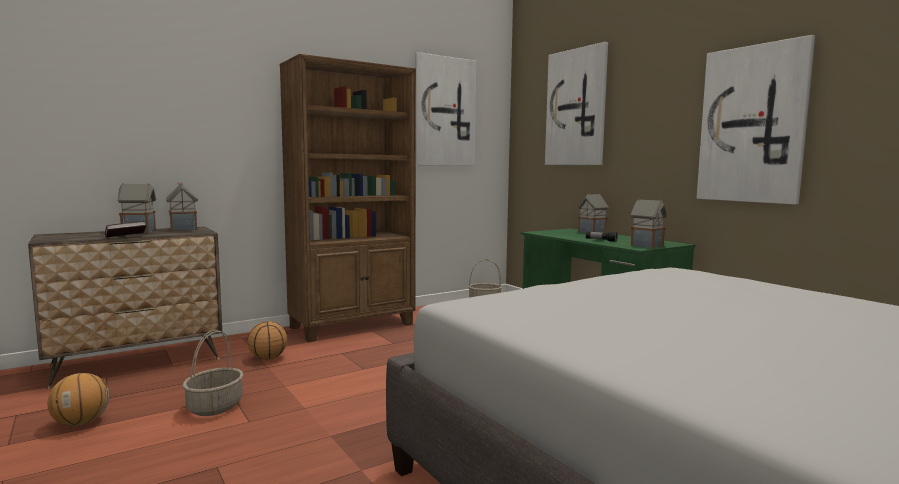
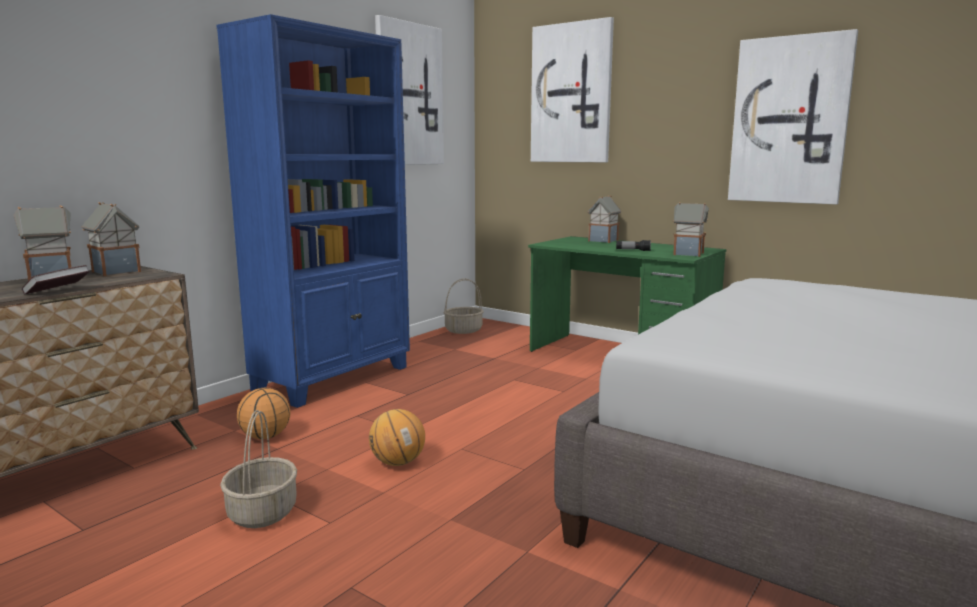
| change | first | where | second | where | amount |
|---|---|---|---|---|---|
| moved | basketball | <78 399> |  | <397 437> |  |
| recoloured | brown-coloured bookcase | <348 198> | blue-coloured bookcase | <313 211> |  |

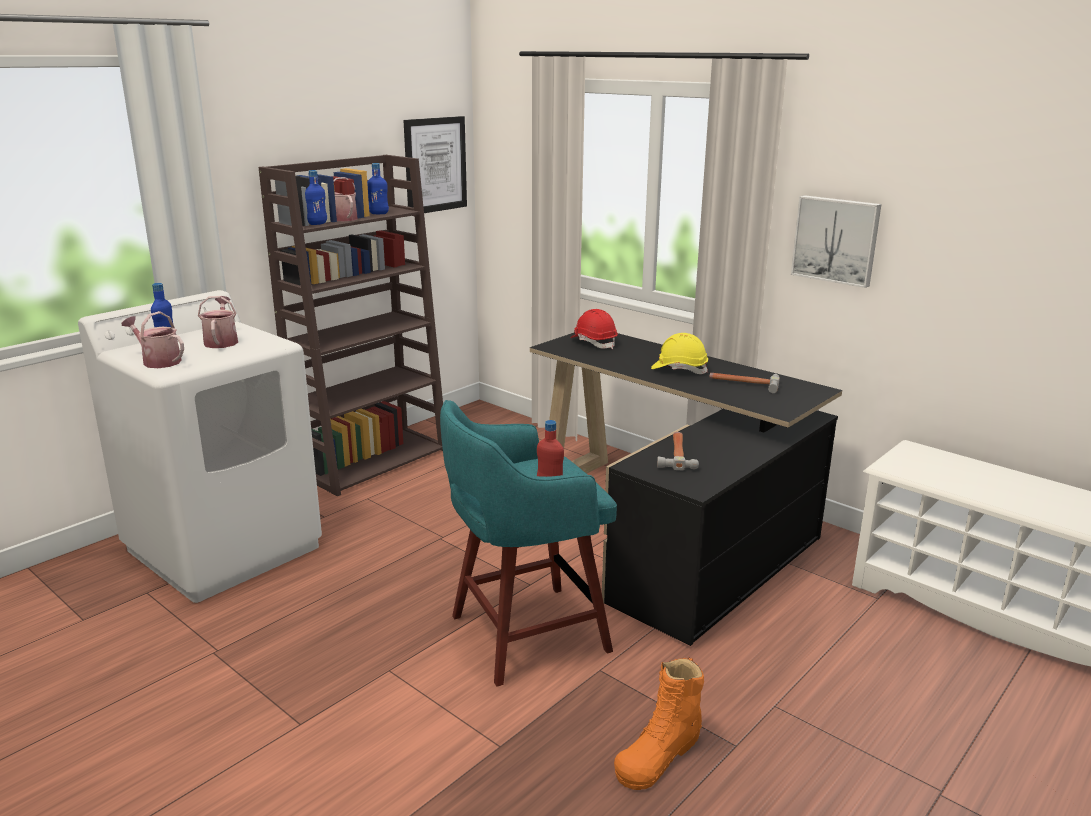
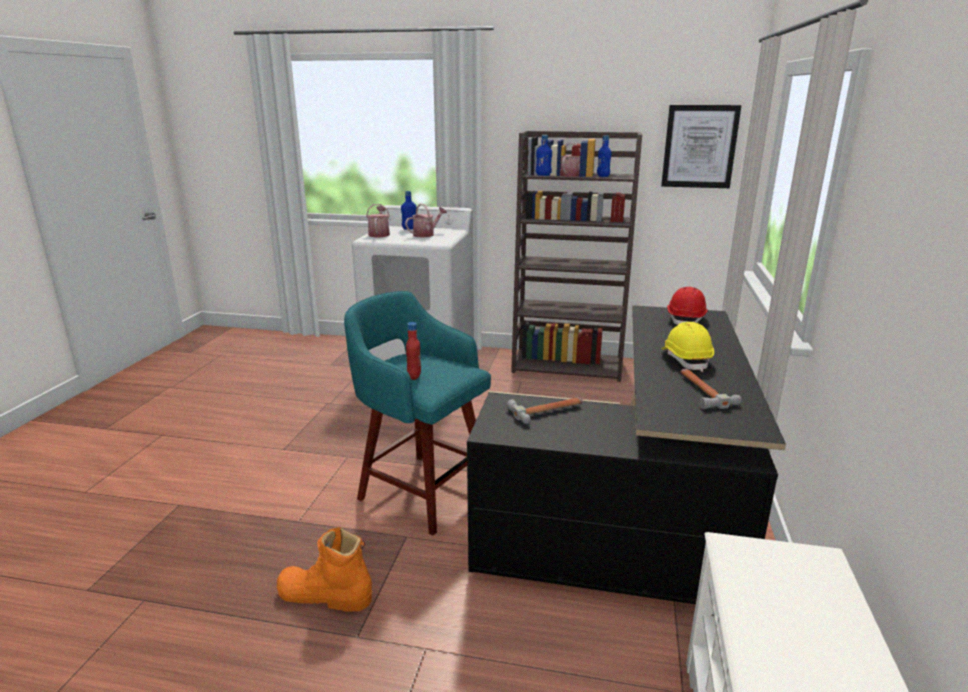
| change | first | where | second | where | amount |
|---|---|---|---|---|---|
| removed | wall picture | <836 241> |  |  |  |

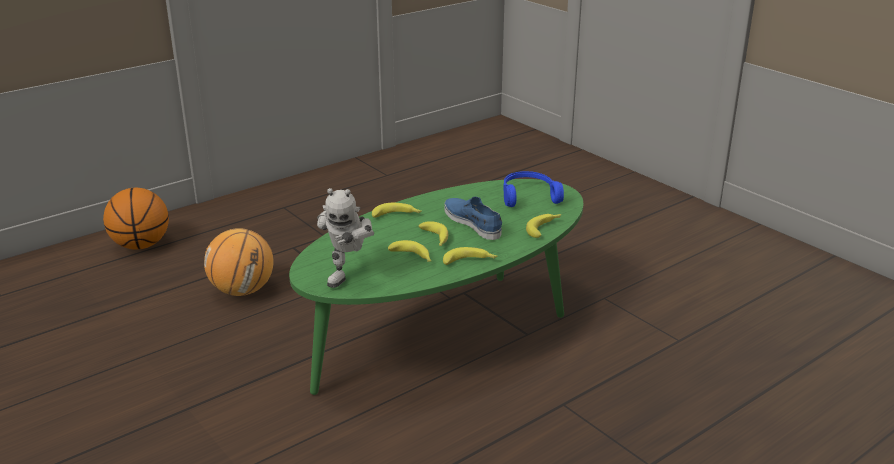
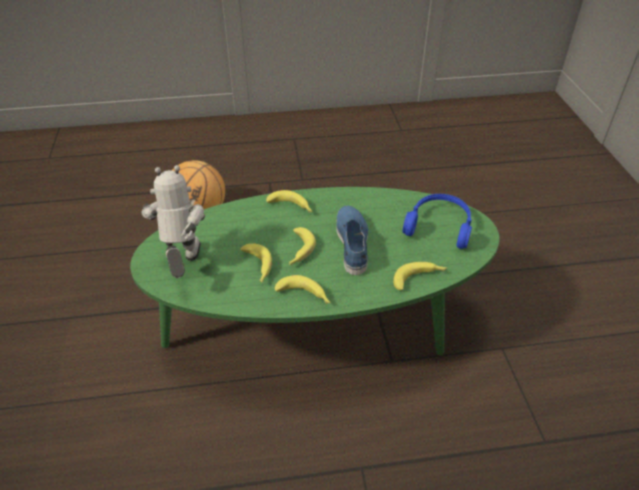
| change | first | where | second | where | amount |
|---|---|---|---|---|---|
| removed | basketball | <136 219> |  |  |  |
| turned | robot figure | <345 238> |  | <173 221> | 135 degrees clockwise |

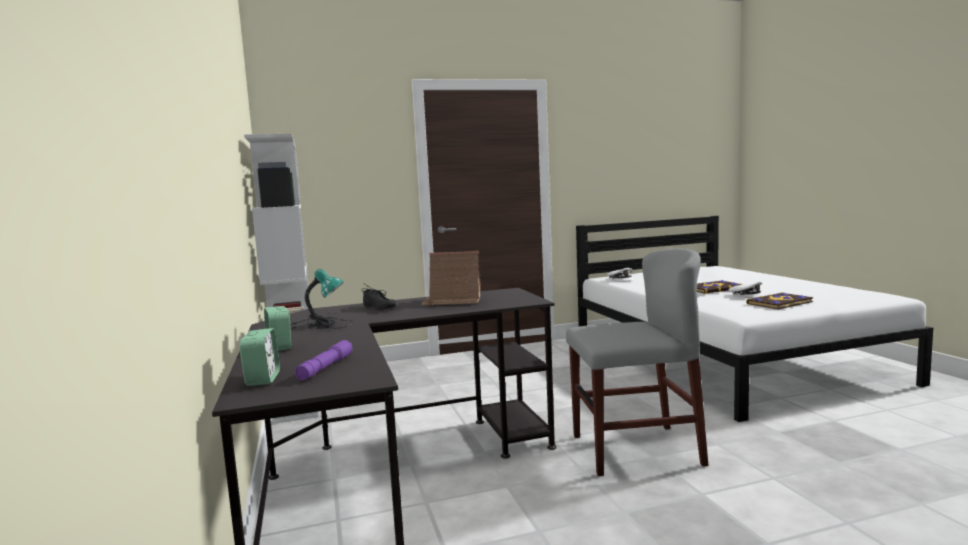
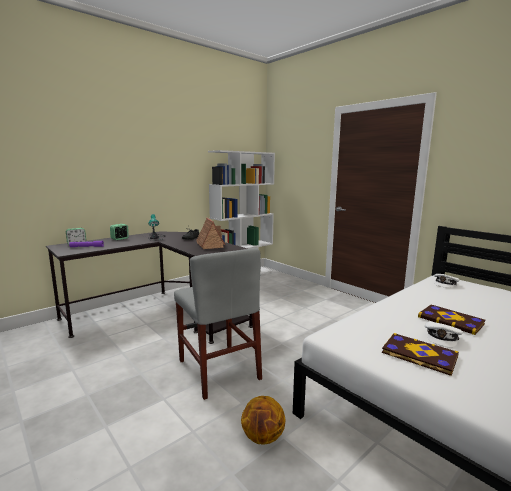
| change | first | where | second | where | amount |
|---|---|---|---|---|---|
| added |  |  | basketball | <263 420> |  |

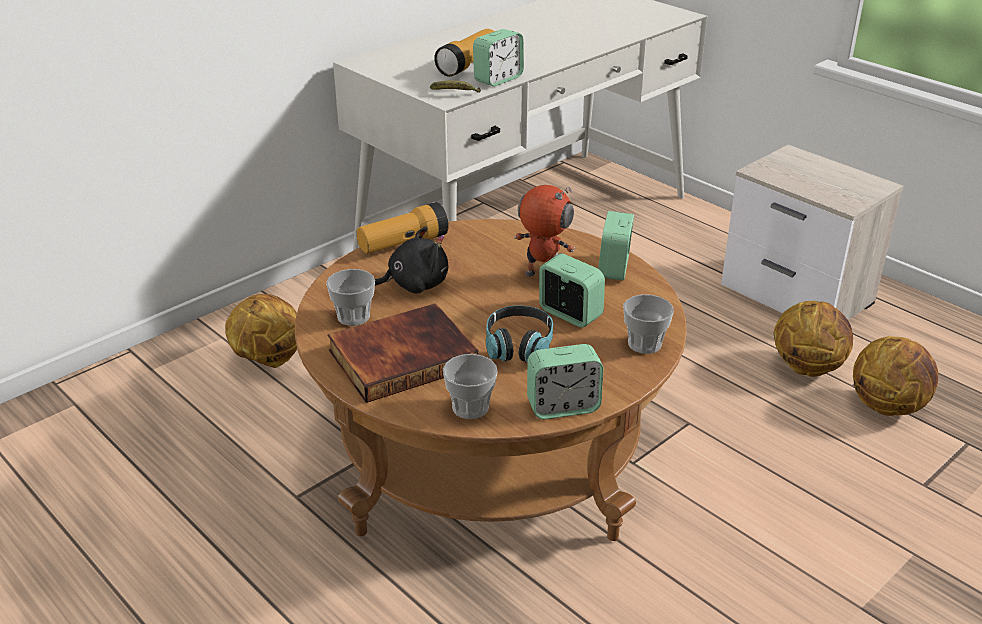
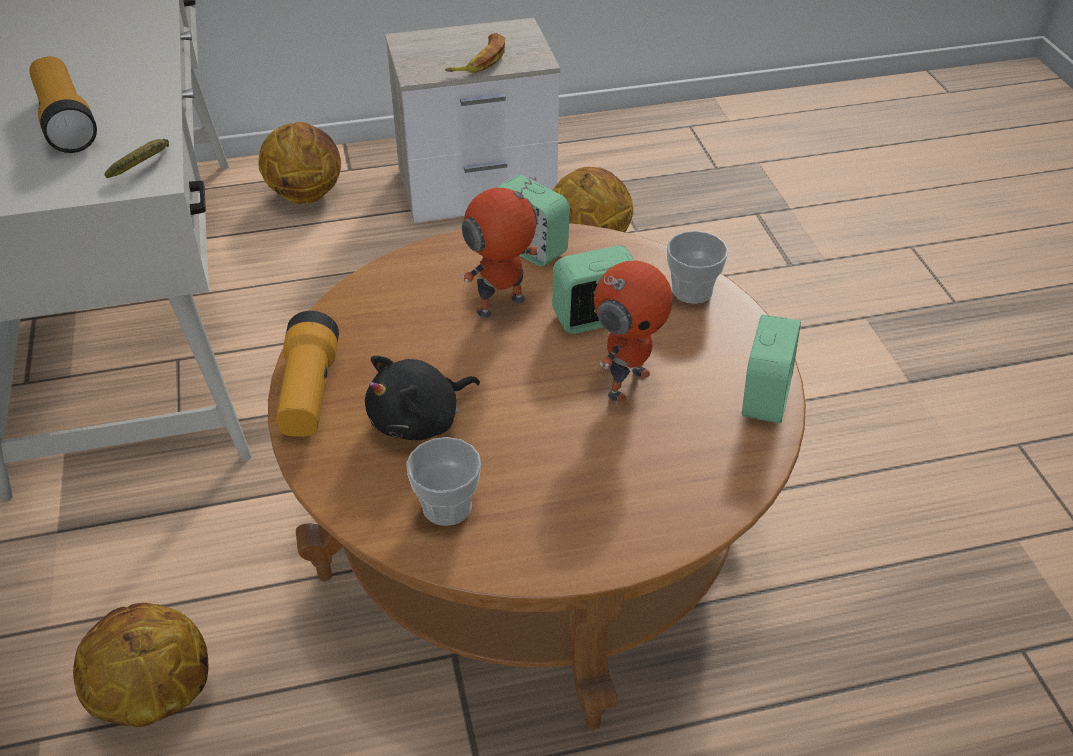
| change | first | where | second | where | amount |
|---|---|---|---|---|---|
| removed | volume | <402 353> |  |  |  |
| turned | black-coloured plush toy | <411 260> |  | <422 398> | 135 degrees counterclockwise |
| removed | small cup | <470 386> |  |  |  |
| removed | bedside clock | <498 57> |  |  |  |
| replaced | headphones | <519 334> | robot figure | <633 332> |  |
| moved | basketball | <896 376> |  | <299 163> |  |
| added |  |  | banana | <475 53> |  |

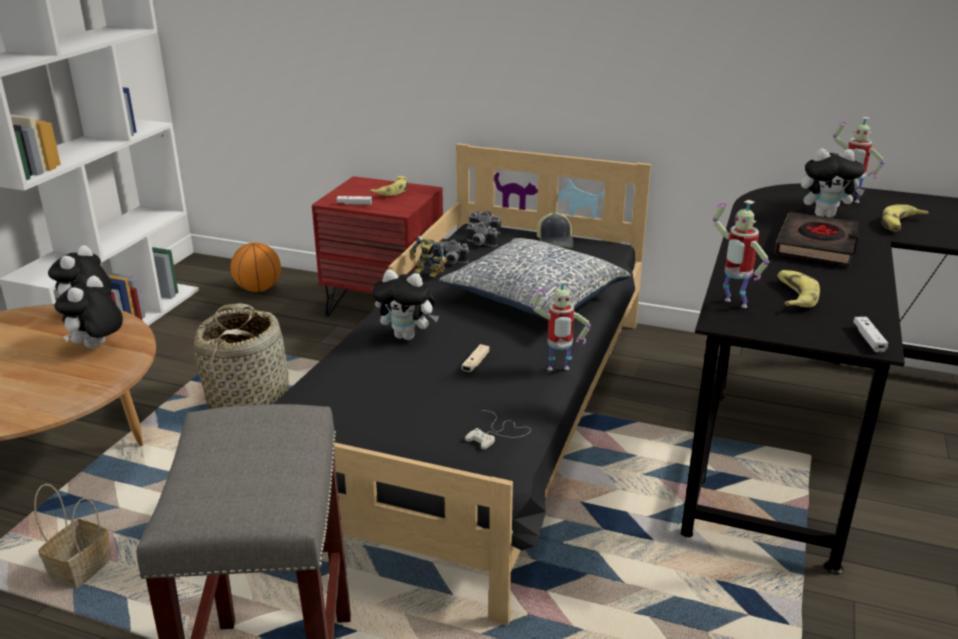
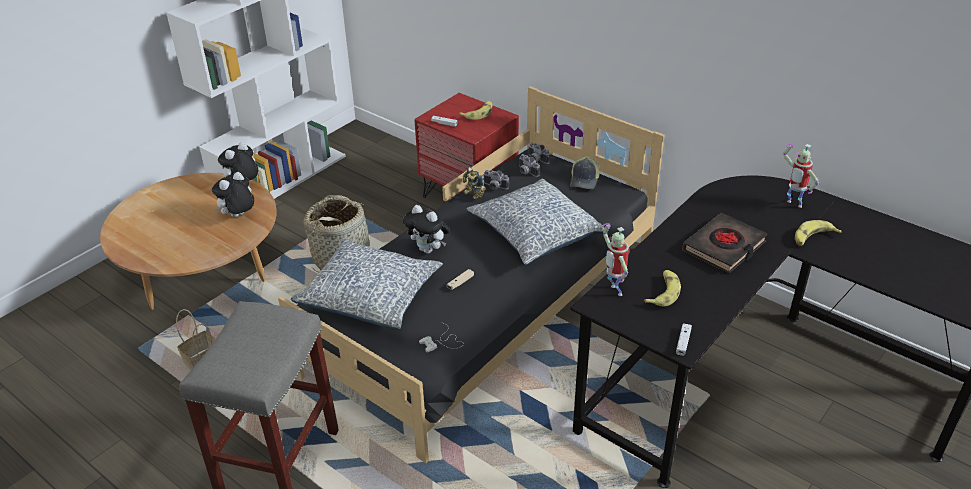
| change | first | where | second | where | amount |
|---|---|---|---|---|---|
| removed | basketball | <255 267> |  |  |  |
| removed | robot figure | <561 325> |  |  |  |
| removed | plush toy | <833 183> |  |  |  |
| added |  |  | pillow | <367 283> |  |

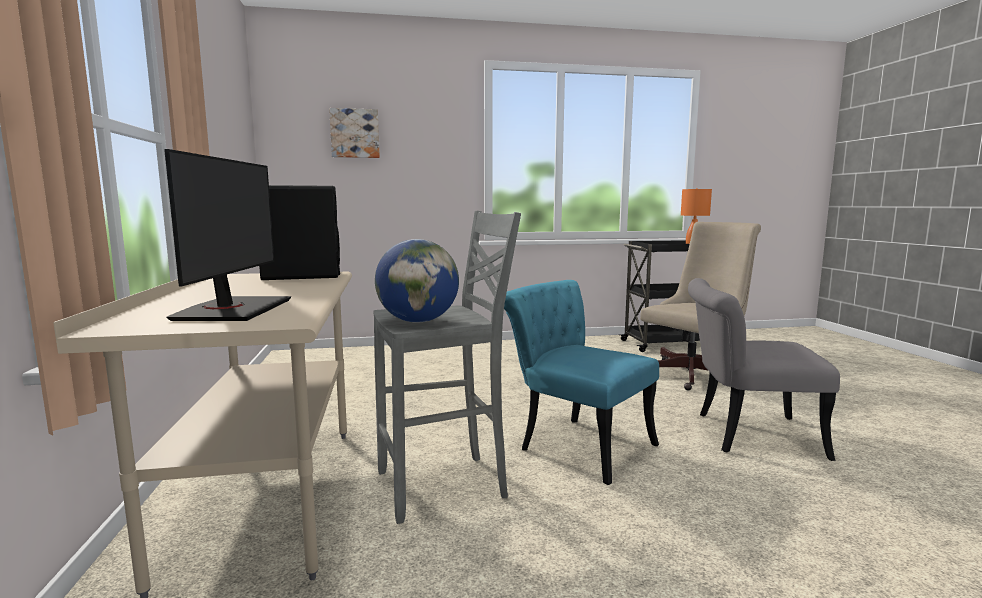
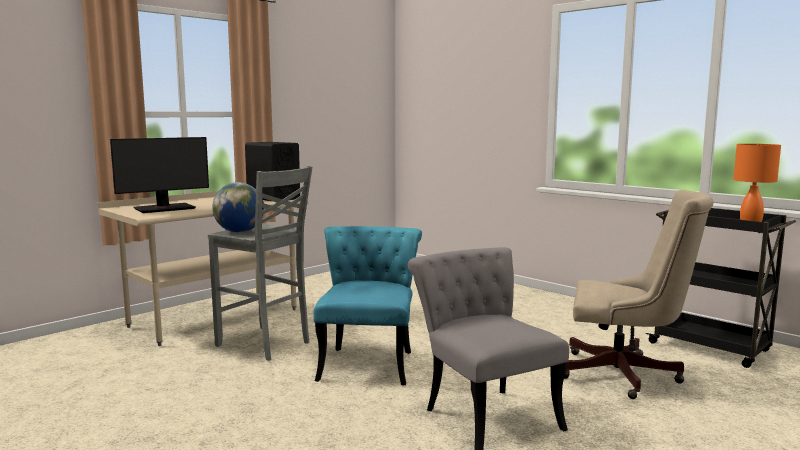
| change | first | where | second | where | amount |
|---|---|---|---|---|---|
| removed | wall picture | <354 133> |  |  |  |

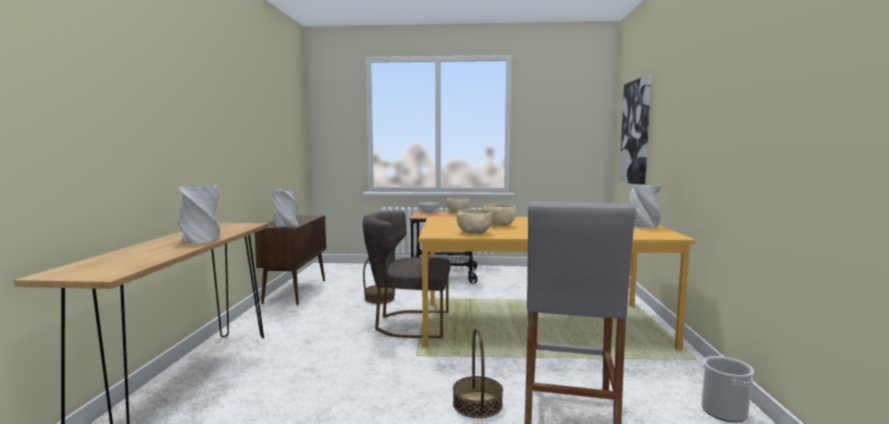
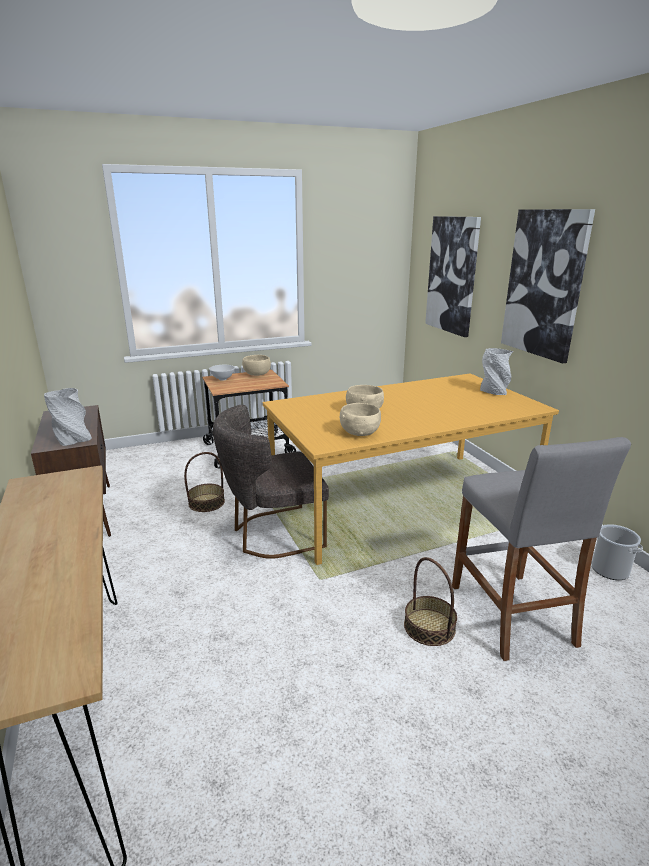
| change | first | where | second | where | amount |
|---|---|---|---|---|---|
| removed | grey vase | <199 214> |  |  |  |
| added |  |  | wall picture | <548 286> |  |

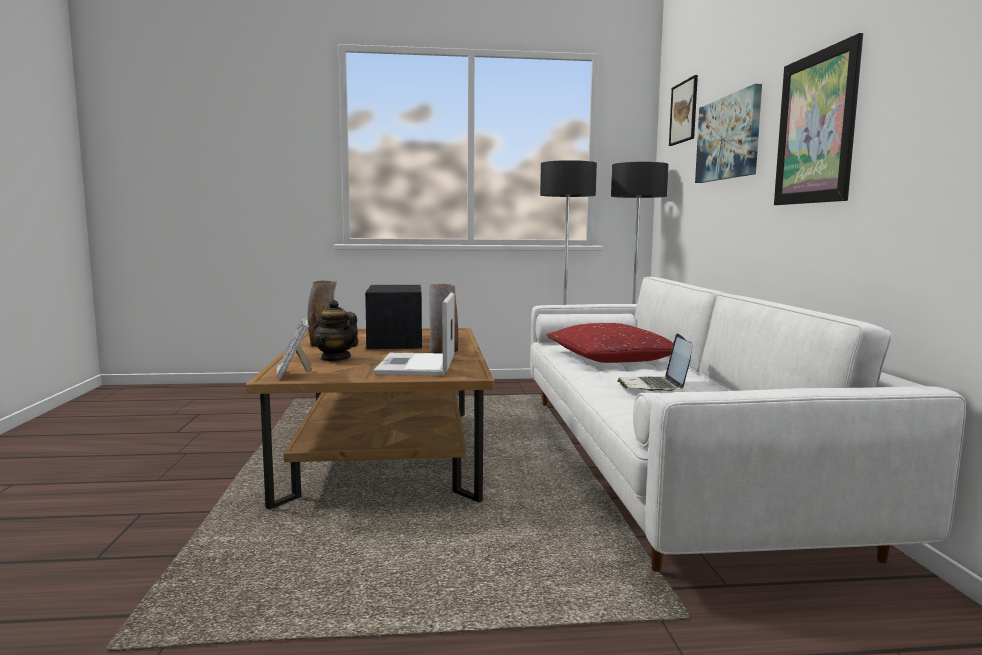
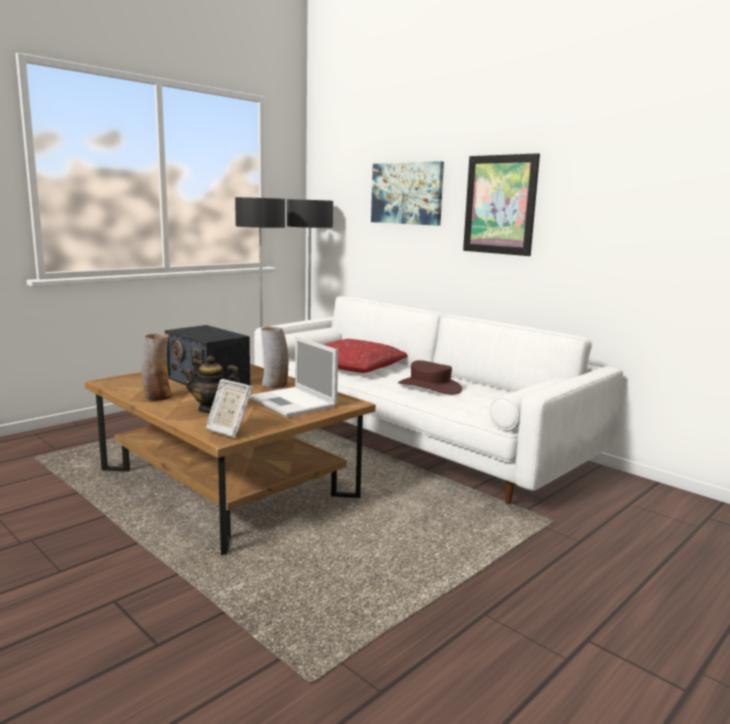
| change | first | where | second | where | amount |
|---|---|---|---|---|---|
| replaced | portable computer | <655 362> | brown-coloured hat | <430 377> |  |
| removed | wall picture | <683 110> |  |  |  |

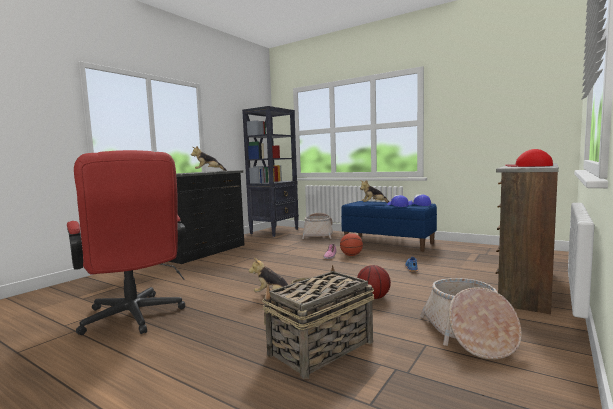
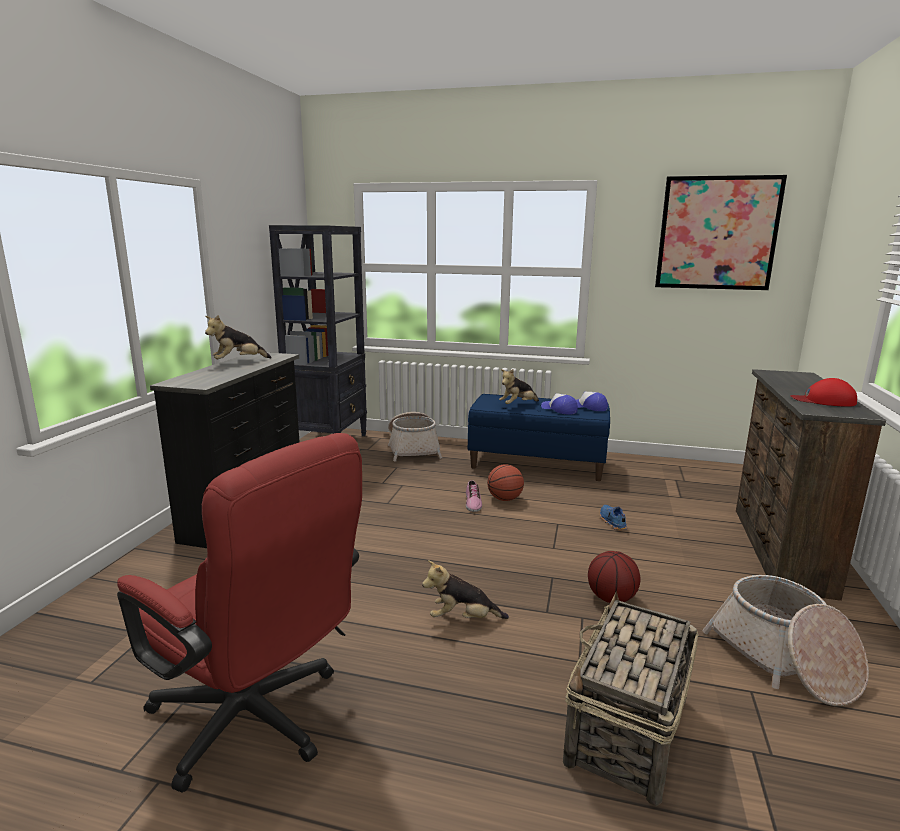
| change | first | where | second | where | amount |
|---|---|---|---|---|---|
| added |  |  | wall picture | <721 232> |  |

